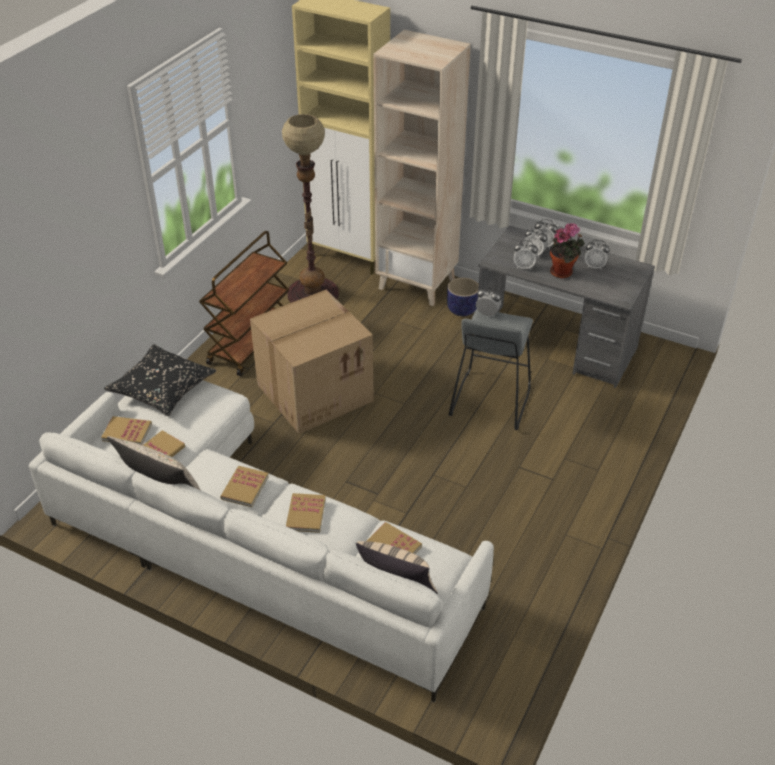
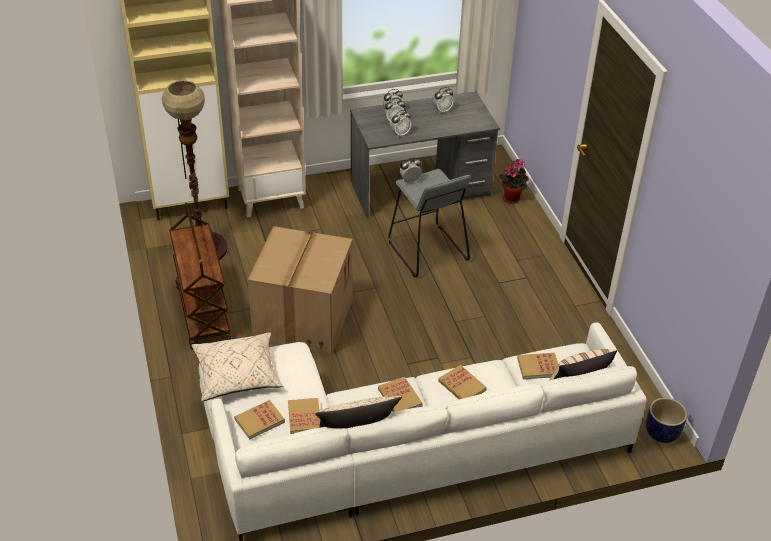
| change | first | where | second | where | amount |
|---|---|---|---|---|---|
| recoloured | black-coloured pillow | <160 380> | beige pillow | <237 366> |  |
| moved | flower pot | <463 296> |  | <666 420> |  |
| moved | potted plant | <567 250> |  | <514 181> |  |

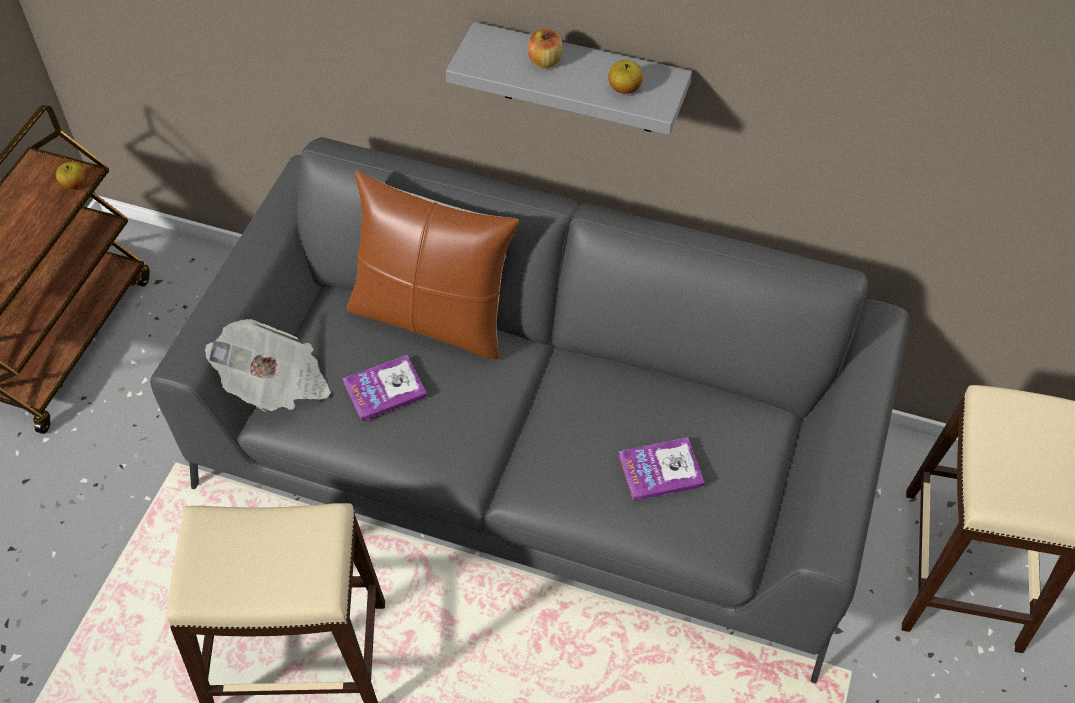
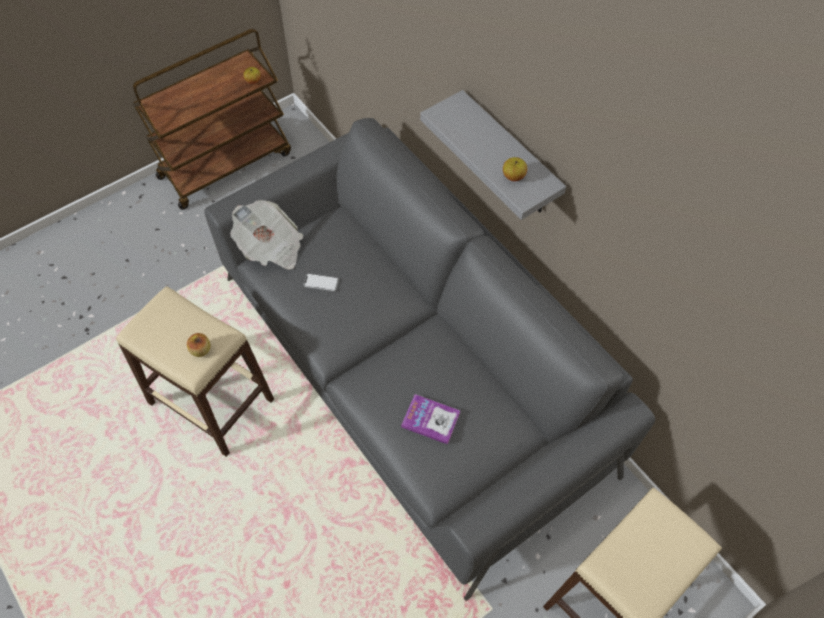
| change | first | where | second | where | amount |
|---|---|---|---|---|---|
| replaced | volume | <385 388> | handset | <321 282> |  |
| removed | brown-coloured pillow | <433 265> |  |  |  |
| moved | apple fruit | <545 48> |  | <198 345> |  |

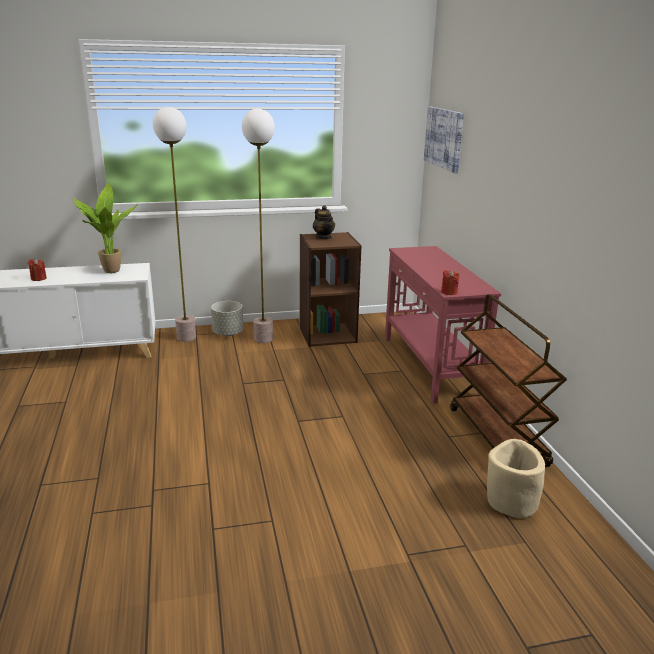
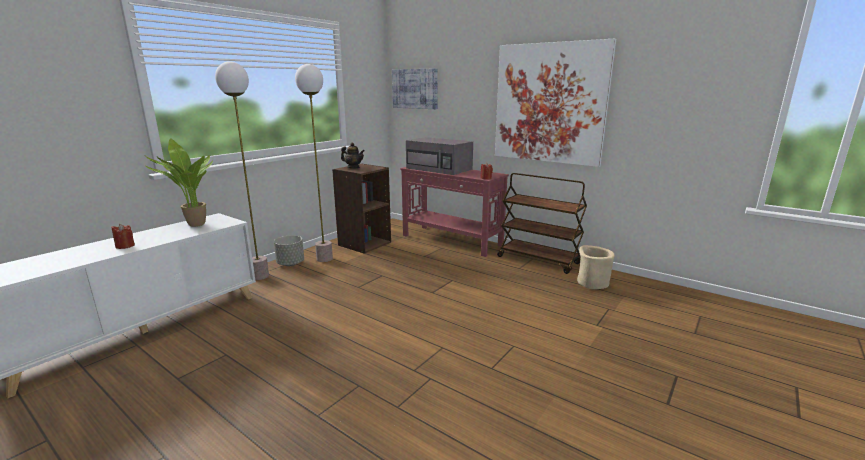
| change | first | where | second | where | amount |
|---|---|---|---|---|---|
| added |  |  | grey microwave oven | <439 156> |  |
| added |  |  | wall picture | <555 103> |  |

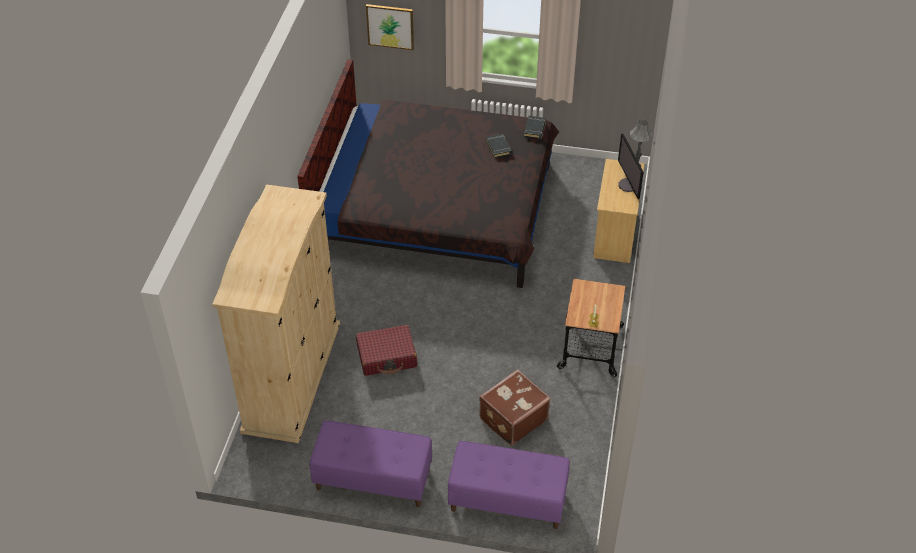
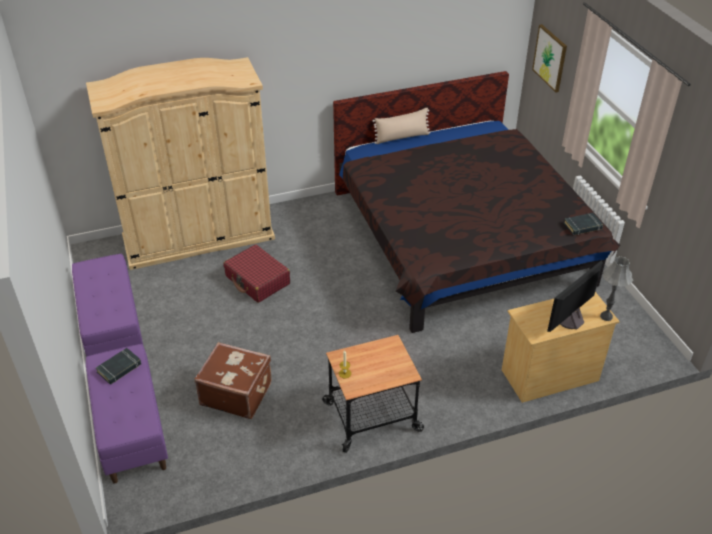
| change | first | where | second | where | amount |
|---|---|---|---|---|---|
| moved | black-coloured volume | <499 146> |  | <118 366> |  |
| added |  |  | beige pillow | <401 126> |  |

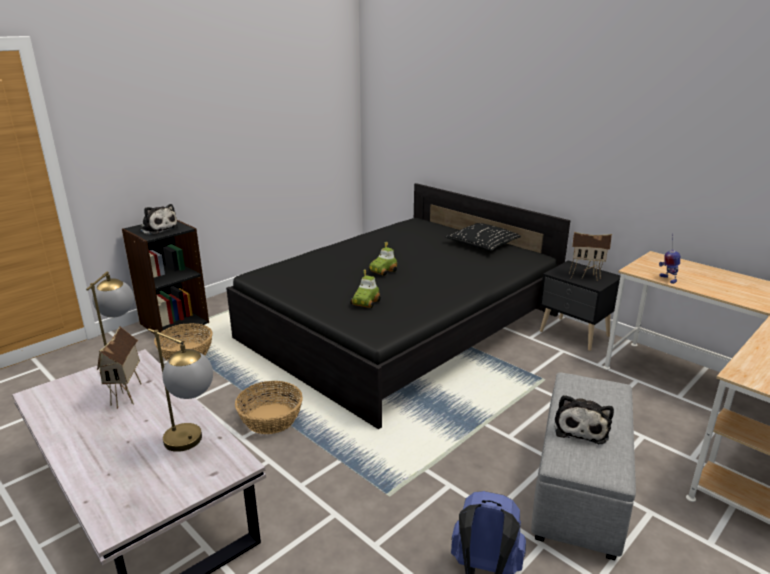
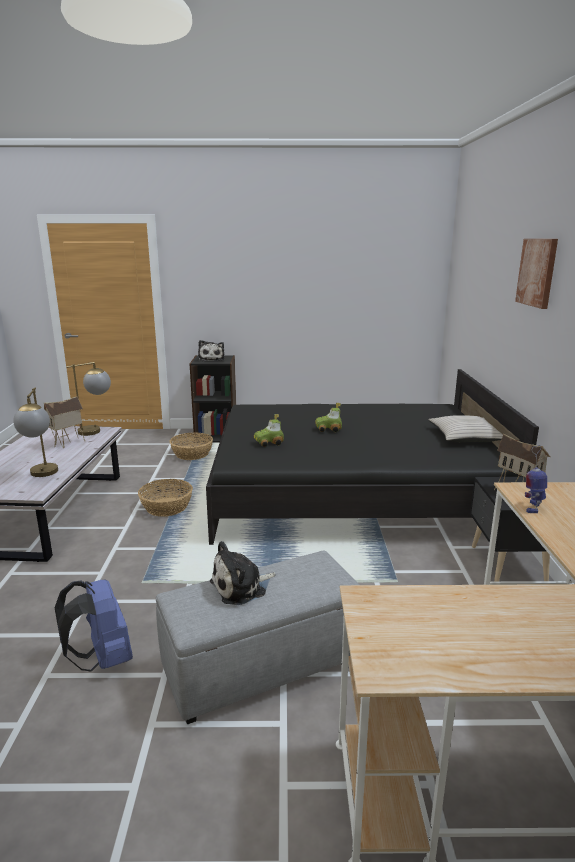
| change | first | where | second | where | amount |
|---|---|---|---|---|---|
| recoloured | black-coloured pillow | <483 237> | beige pillow | <465 429> |  |
| added |  |  | wall picture | <536 274> |  |

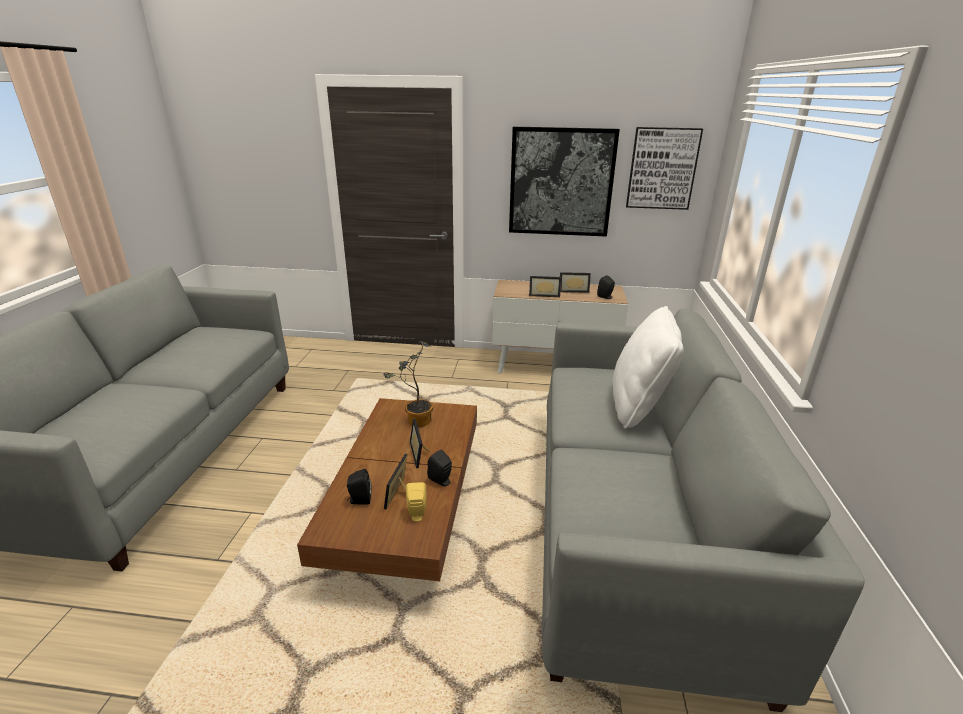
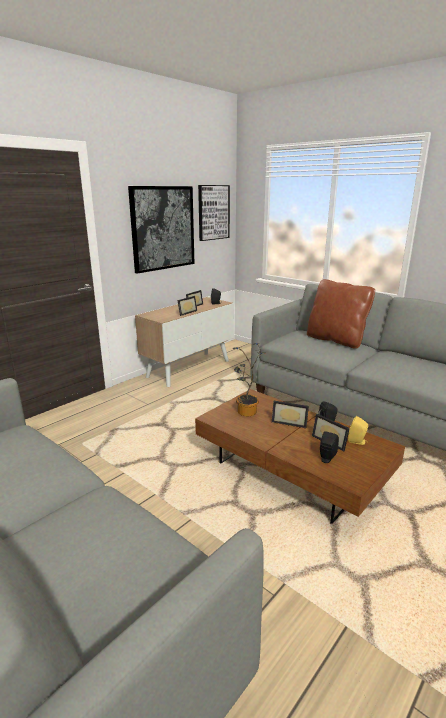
| change | first | where | second | where | amount |
|---|---|---|---|---|---|
| recoloured | white pillow | <648 367> | brown-coloured pillow | <341 314> |  |

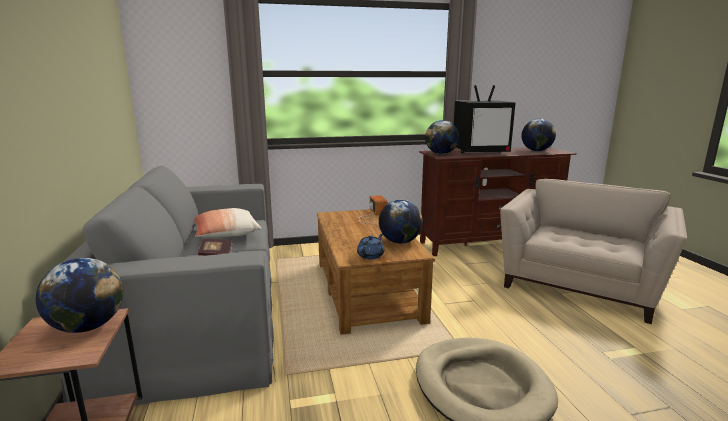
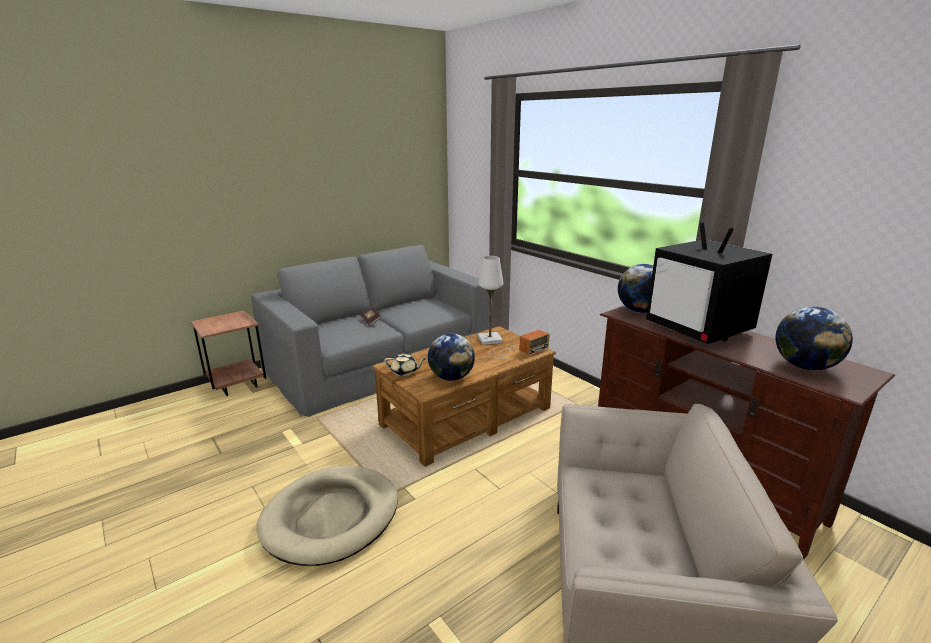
| change | first | where | second | where | amount |
|---|---|---|---|---|---|
| removed | world globe | <79 295> |  |  |  |
| removed | pillow | <227 223> |  |  |  |
| recoloured | blue-coloured teapot | <370 247> | beige teapot | <405 364> |  |
| added |  |  | white lamp for a table | <490 300> |  |

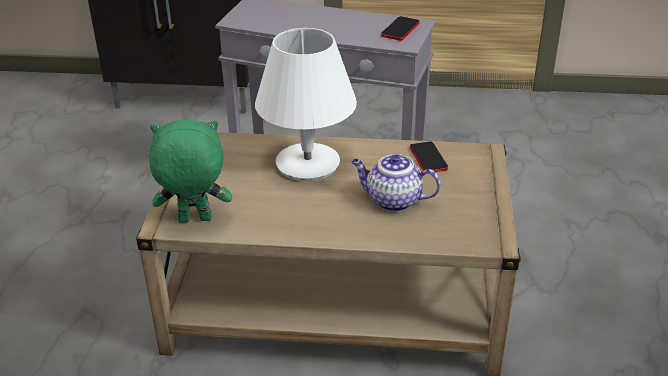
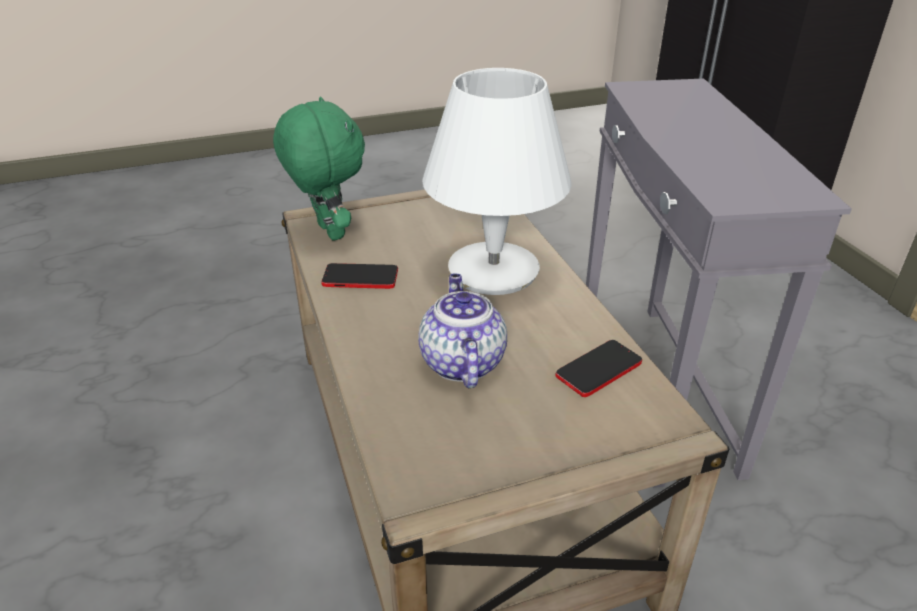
| change | first | where | second | where | amount |
|---|---|---|---|---|---|
| moved | handset | <400 28> |  | <359 276> |  |

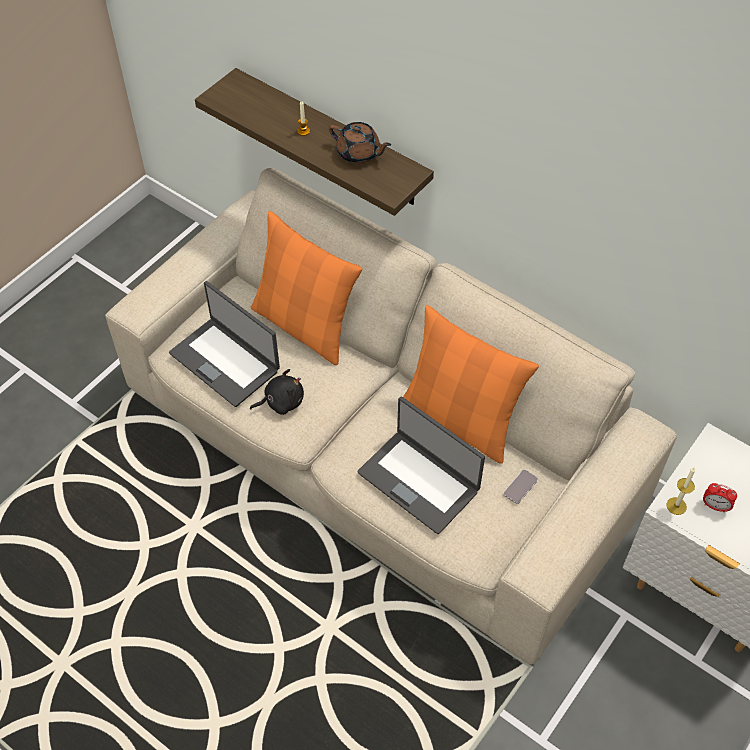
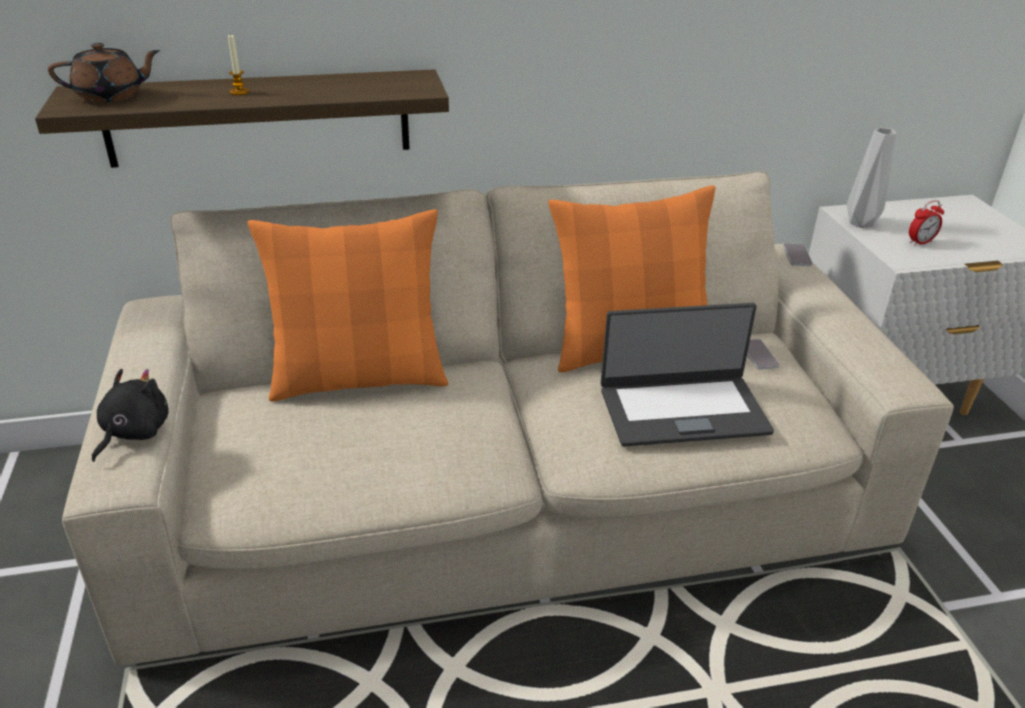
| change | first | where | second | where | amount |
|---|---|---|---|---|---|
| removed | portable computer | <224 344> |  |  |  |
| moved | black-coloured plush toy | <277 392> |  | <130 415> |  |
| moved | brown-coloured teapot | <360 143> |  | <104 72> |  |
| removed | wax light | <680 491> |  |  |  |
| added |  |  | handset | <798 254> |  |
| added |  |  | grey vase | <871 177> |  |

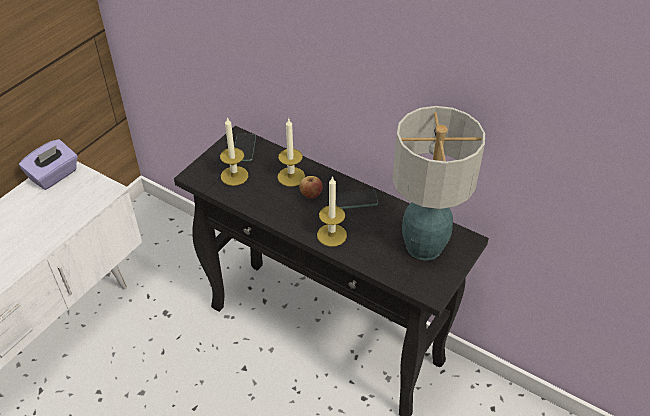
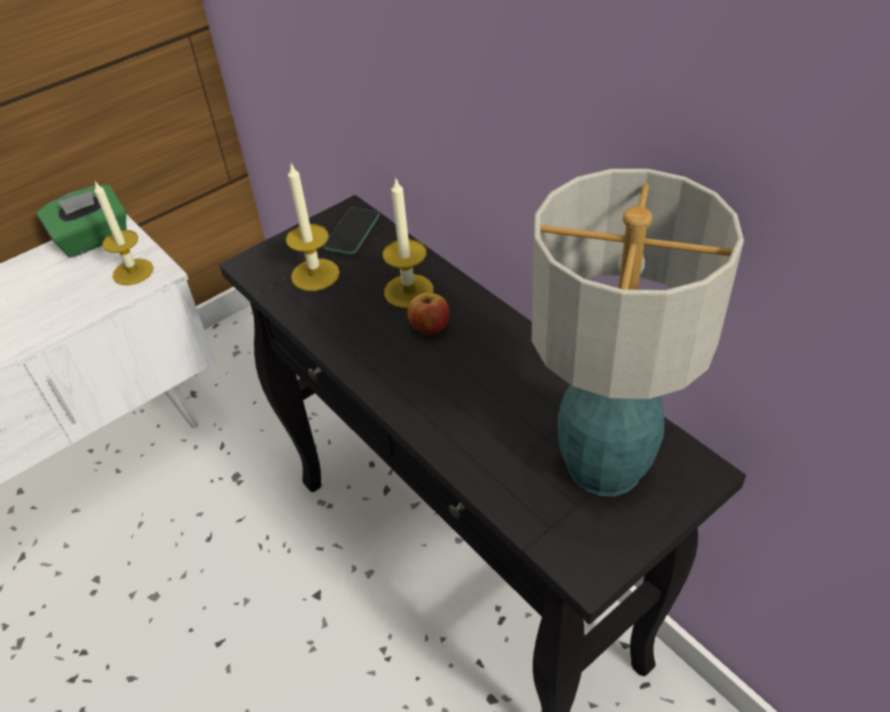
| change | first | where | second | where | amount |
|---|---|---|---|---|---|
| recoloured | purple box of tissues | <48 164> | greenish box of tissues | <81 221> |  |
| moved | wax light | <332 211> |  | <123 233> |  |
| removed | handset | <357 199> |  |  |  |

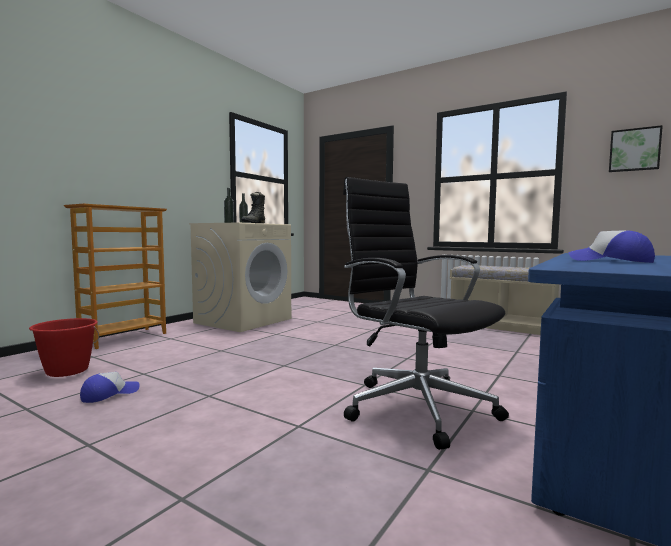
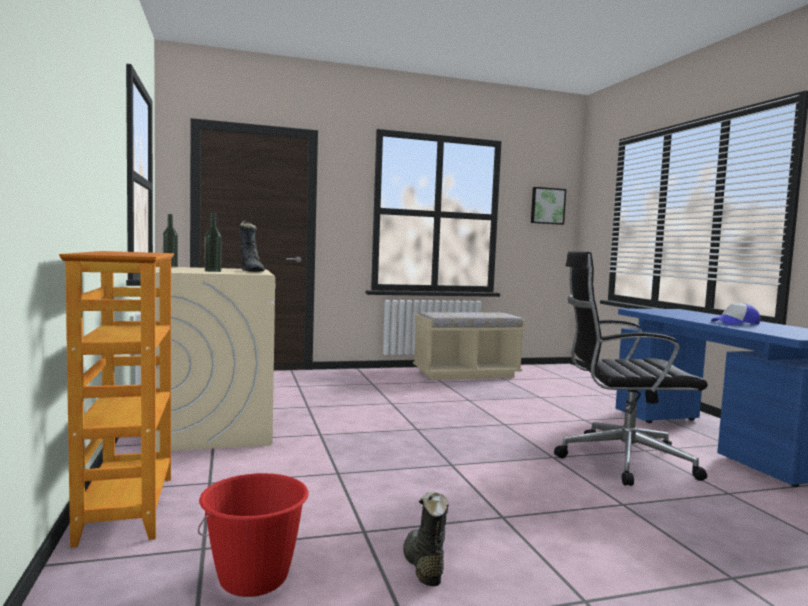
| change | first | where | second | where | amount |
|---|---|---|---|---|---|
| replaced | baseball cap | <109 387> | black-coloured boot | <426 538> |  |

